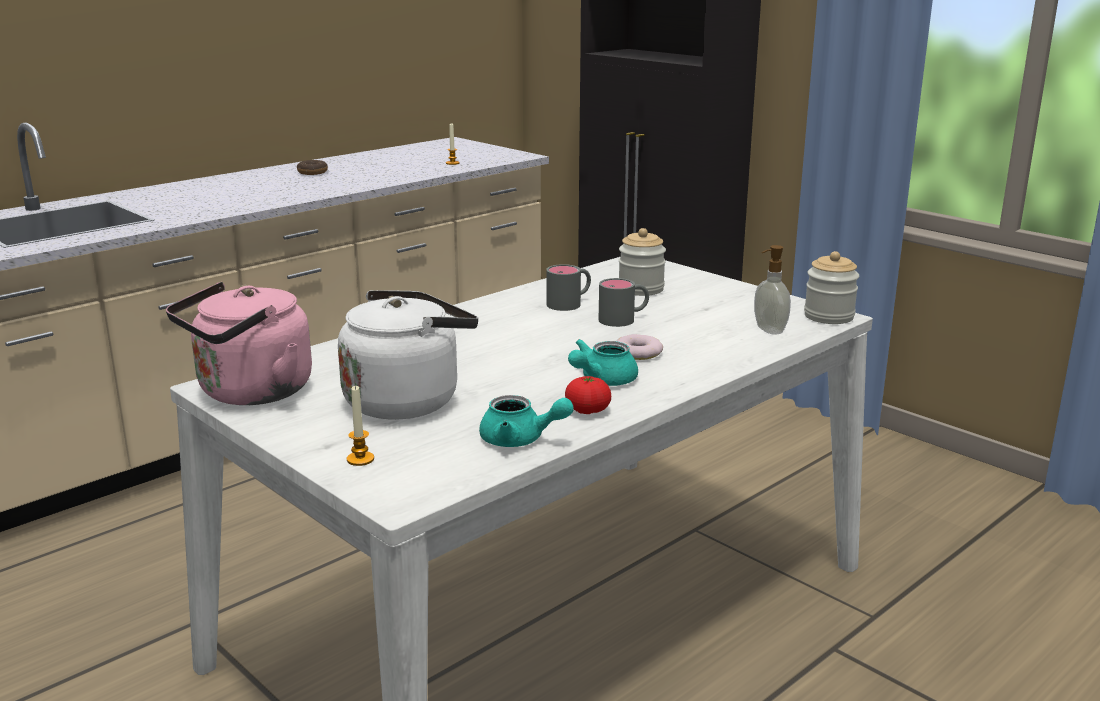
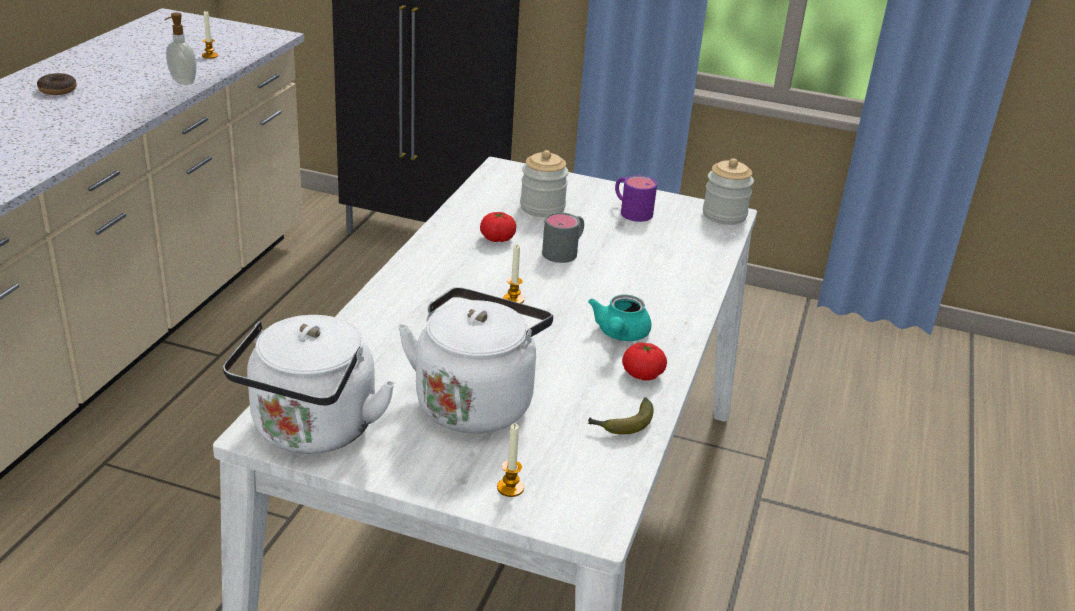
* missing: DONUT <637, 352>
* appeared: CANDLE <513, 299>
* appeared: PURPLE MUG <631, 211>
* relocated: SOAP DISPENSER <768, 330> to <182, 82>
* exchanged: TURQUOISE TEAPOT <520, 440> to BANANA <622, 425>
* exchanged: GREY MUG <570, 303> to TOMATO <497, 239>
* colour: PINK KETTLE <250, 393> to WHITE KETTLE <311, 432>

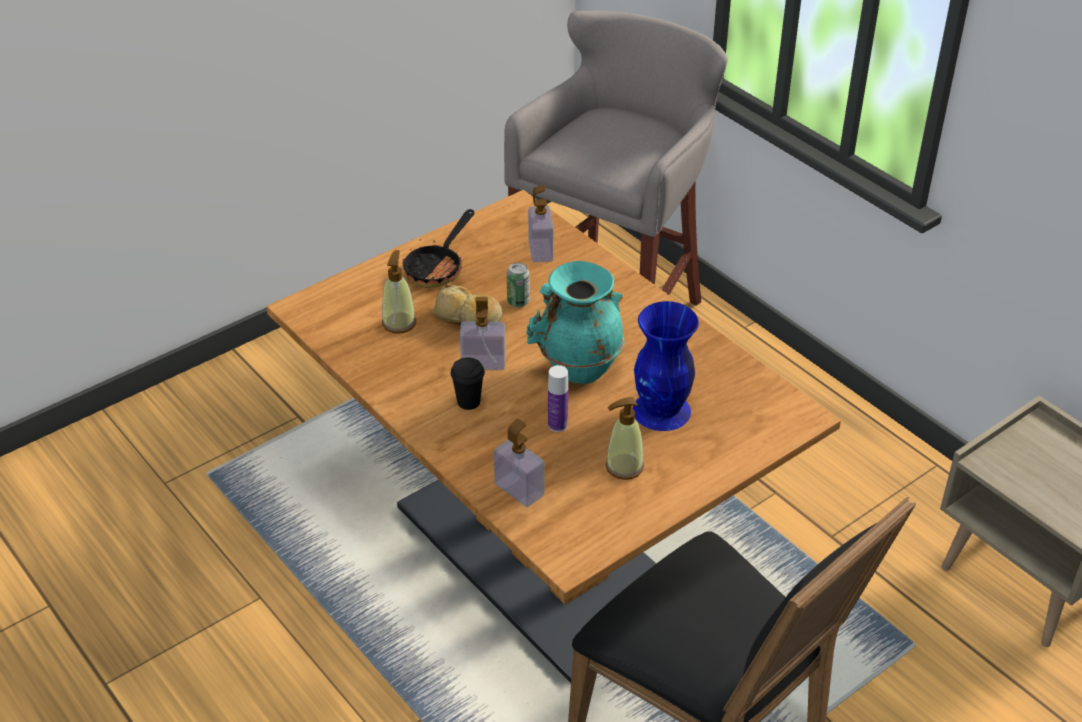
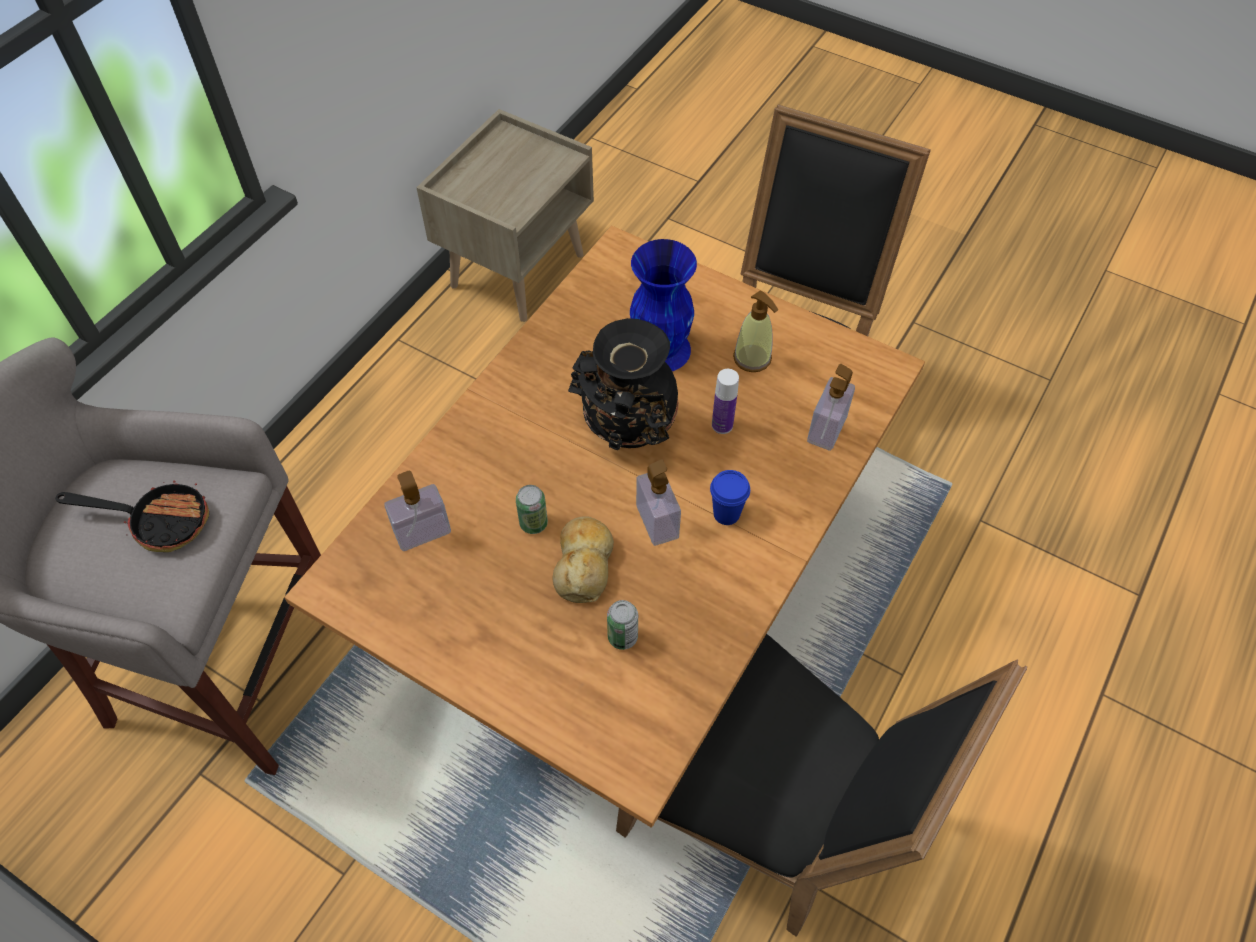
* appeared: BLACK CHAIR <763, 818>
* relocated: FRYING PAN <438, 267> to <159, 521>
* exchanged: SOAP DISPENSER <399, 323> to CAN <622, 637>
* colour: BLACK CUP <468, 402> to BLUE CUP <726, 514>
* colour: TURQUOISE VASE <578, 368> to BLACK VASE <627, 432>

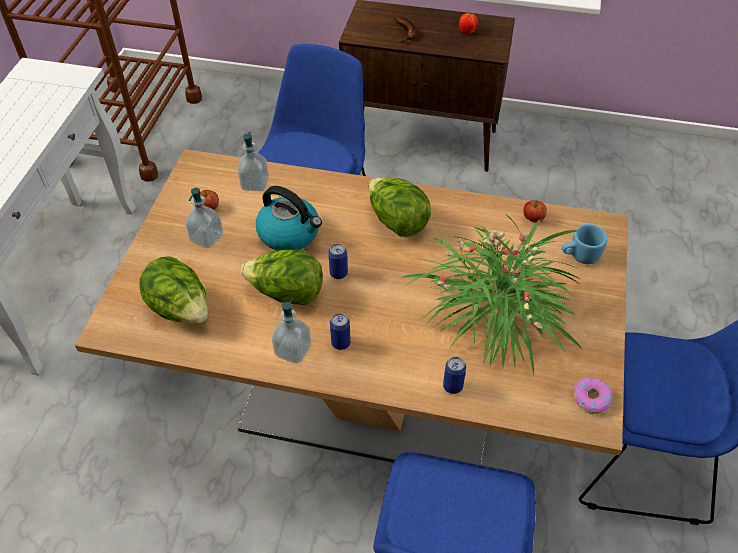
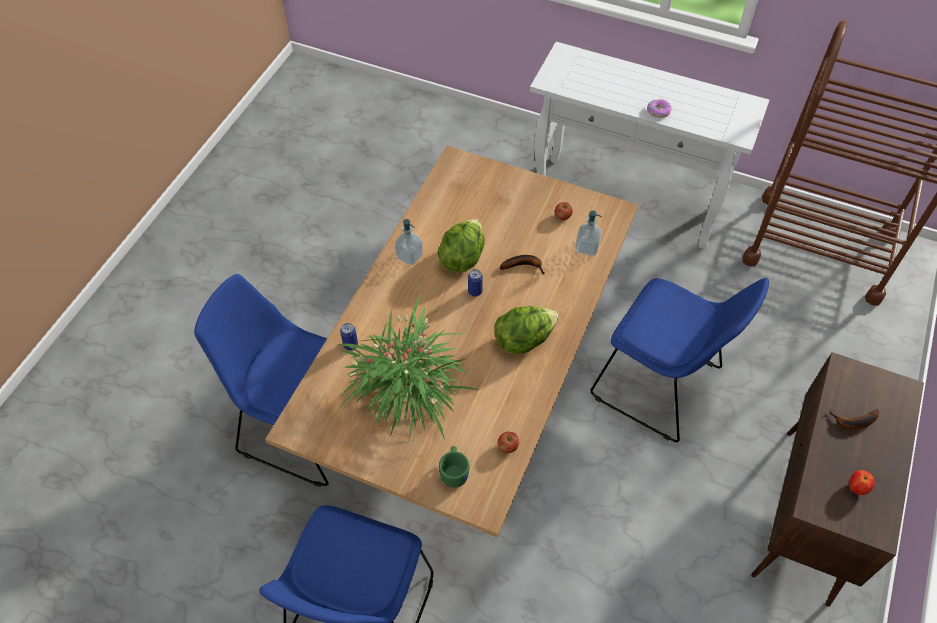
* missing: LETTUCE <181, 309>
* missing: SOAP DISPENSER <206, 238>
* missing: CAN <341, 343>
* relocated: DONUT <591, 398> to <658, 111>
* exchanged: KETTLE <290, 234> to BANANA <524, 265>
* colour: BLUE MUG <579, 256> to GREEN MUG <454, 472>

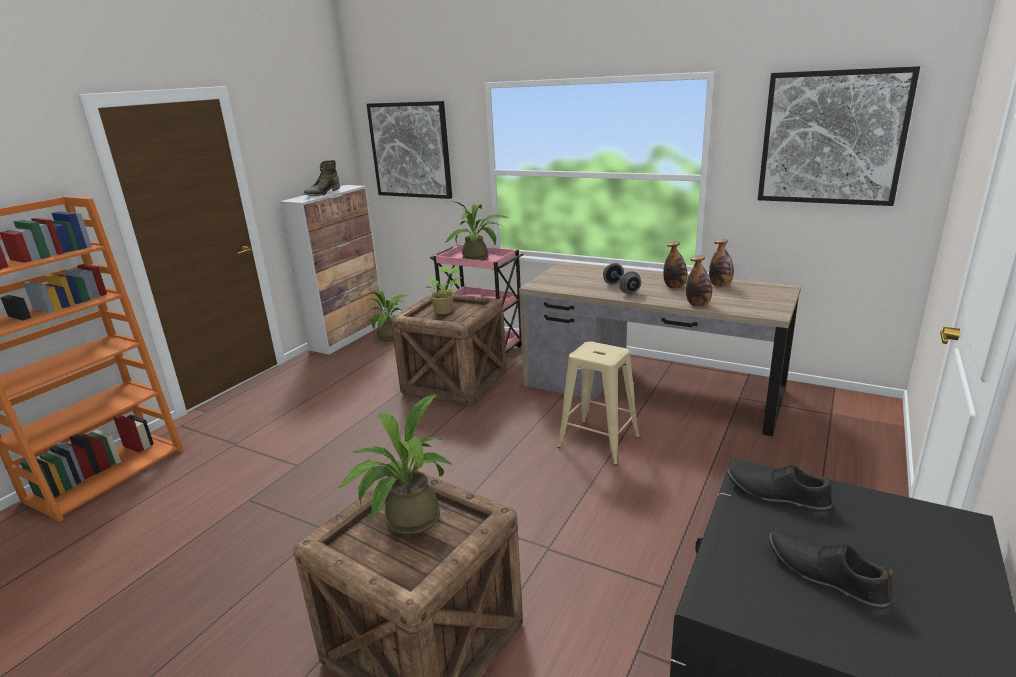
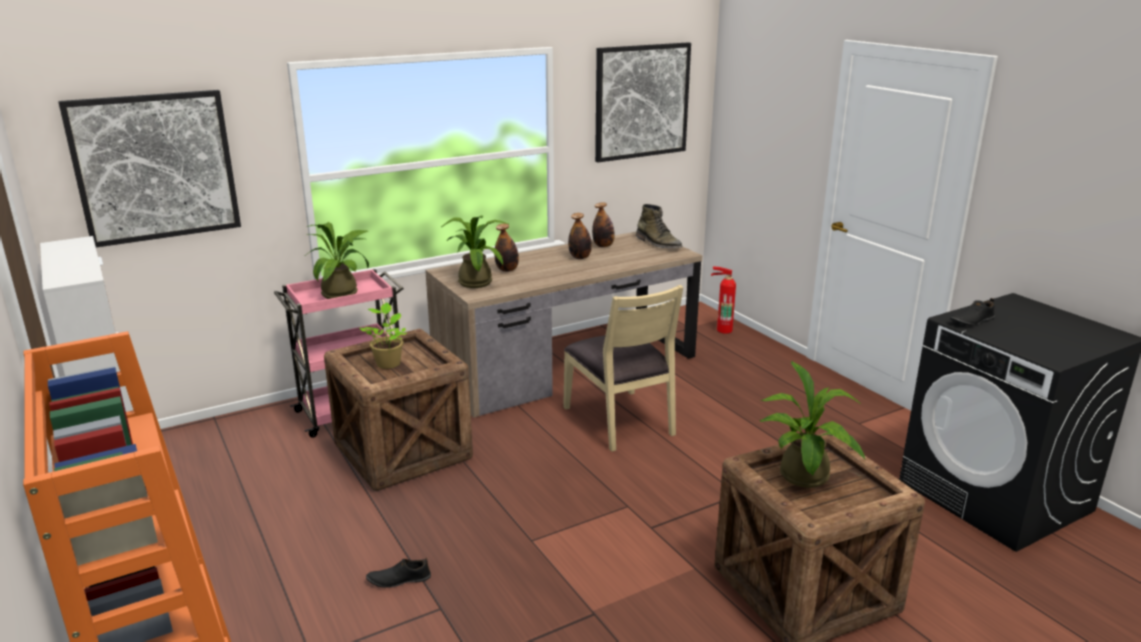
* missing: GREY DUMBBELL <621, 289>
* appeared: FIRE EXTINGUISHER <723, 329>
* relocated: GREEN BOOT <322, 193> to <658, 243>
* relocated: POTTED PLANT <392, 336> to <475, 281>
* relocated: BOTTLE <698, 305> to <507, 270>
* relocated: BLACK SHOE <824, 574> to <399, 579>
* exchanged: BEIGE STOOL <599, 442> to BEIGE CHAIR <620, 420>

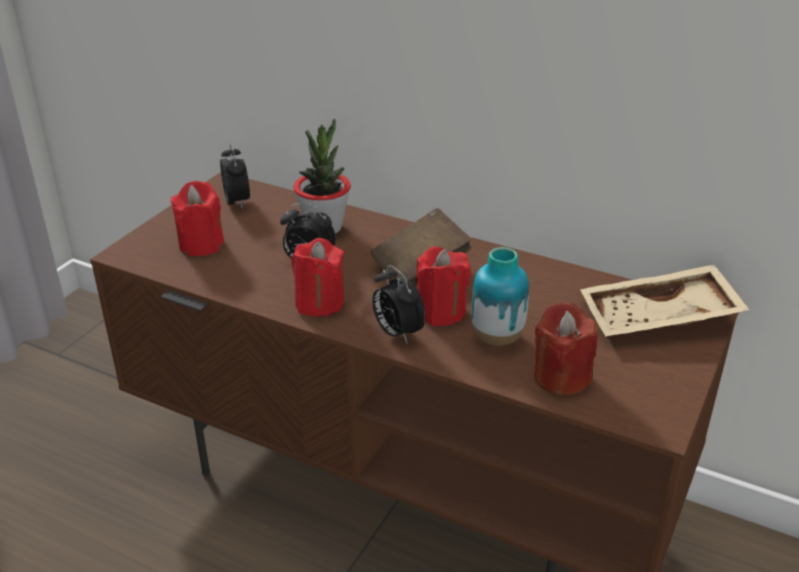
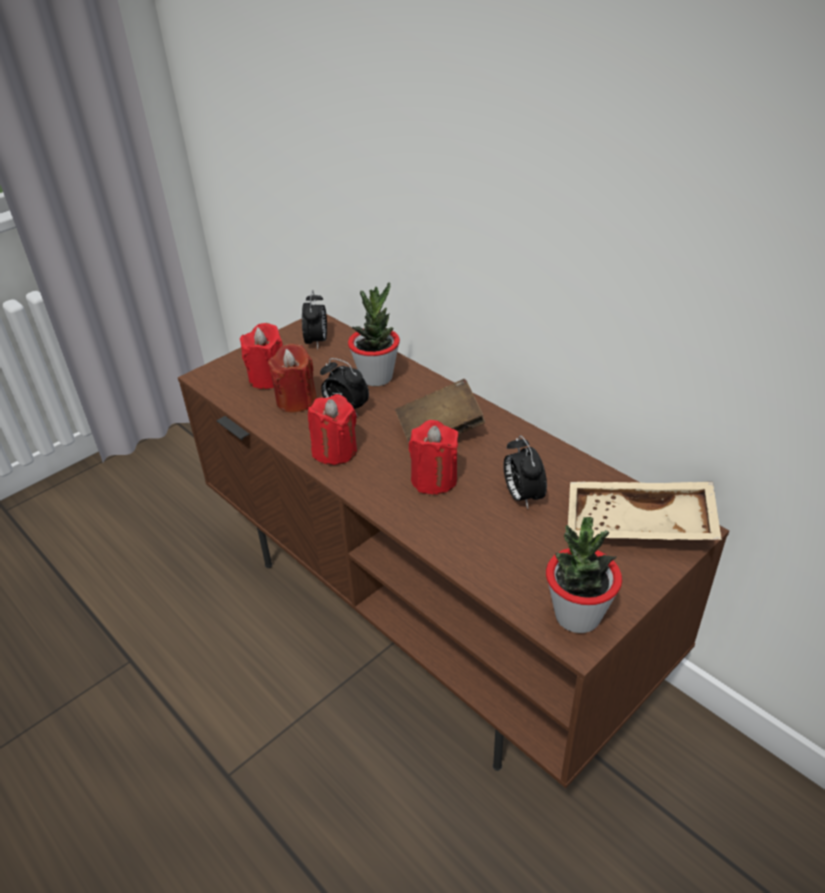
* missing: VASE <497, 337>
* appeared: POTTED PLANT <577, 616>
* relocated: ALARM CLOCK <397, 333> to <522, 496>
* relocated: RED CANDLE <561, 377> to <296, 400>

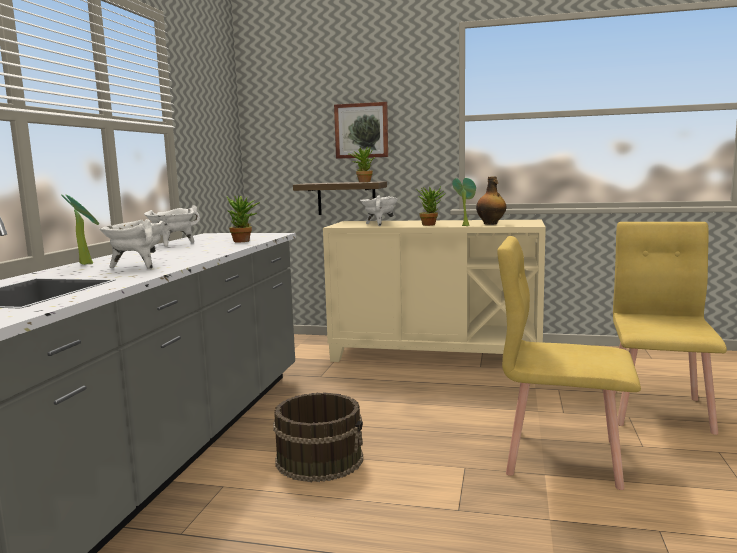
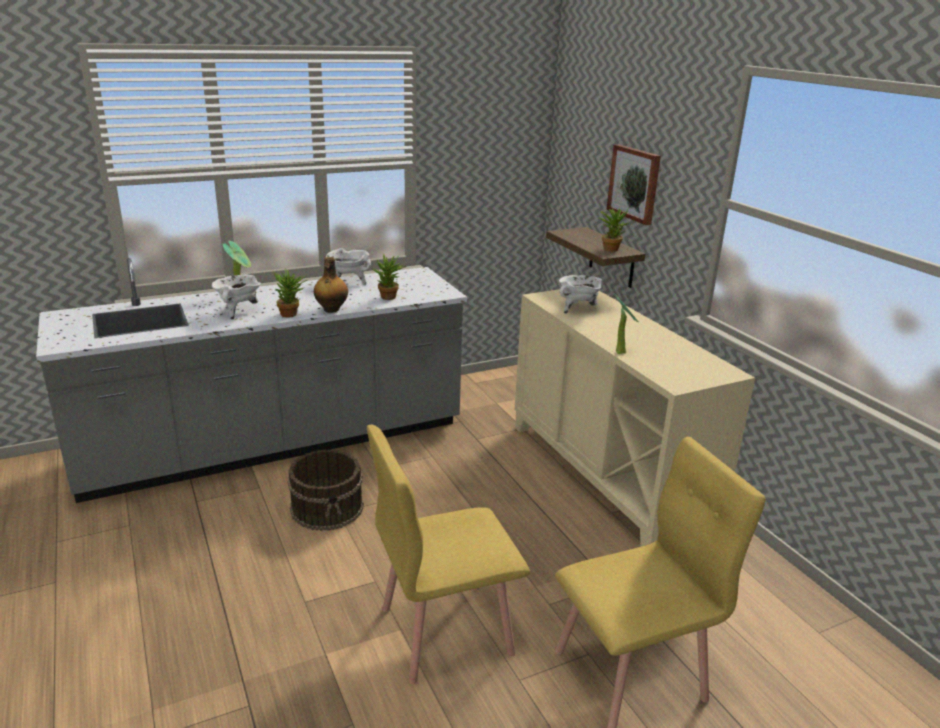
* relocated: POTTED PLANT <430, 224> to <292, 315>
* relocated: BOTTLE <491, 224> to <331, 310>
* spun: YELLOW CHAIR <561, 456> = <444, 630> 90 degrees counterclockwise

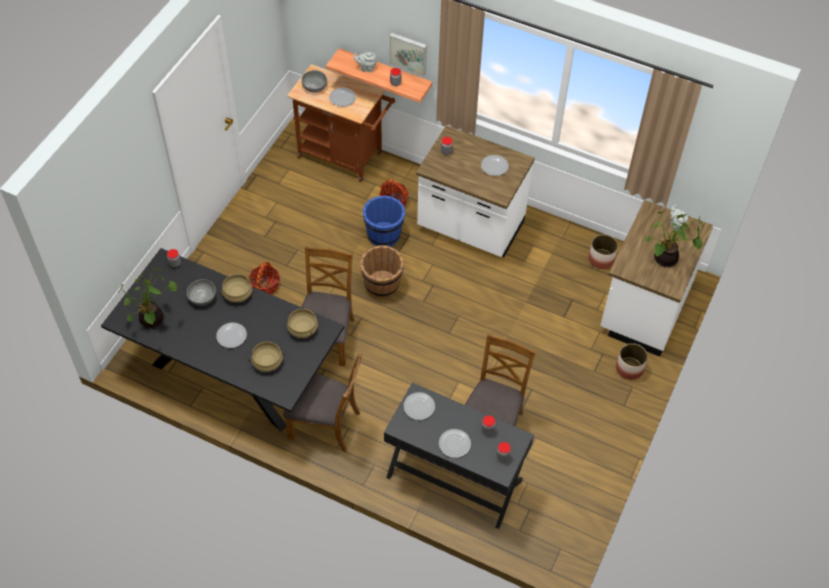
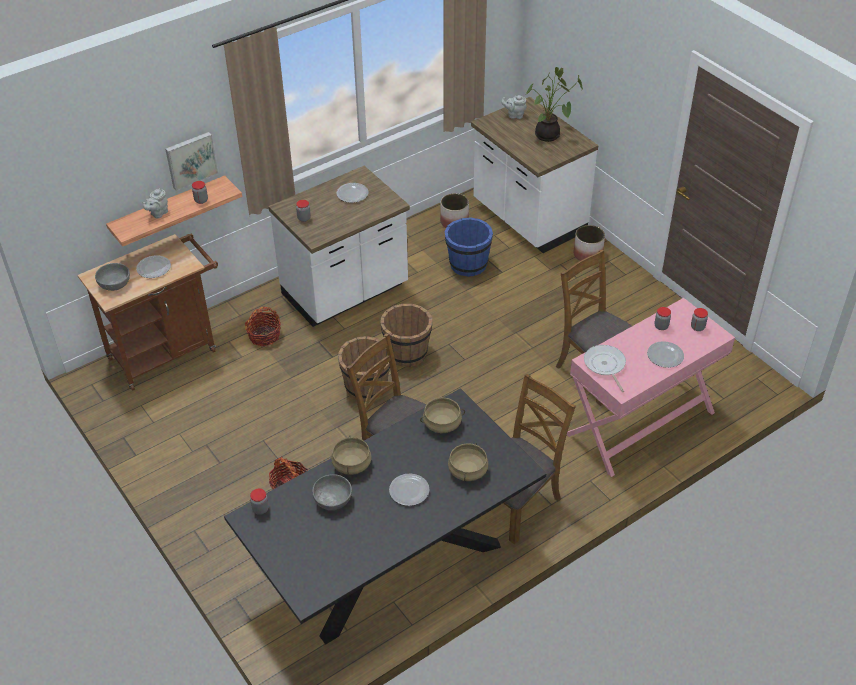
* missing: POTTED PLANT <153, 321>
* appeared: BROWN BUCKET <407, 353>
* relocated: BLUE BUCKET <384, 234> to <468, 264>
* exchanged: PLATE <418, 406> to FRYING PAN <605, 365>
* colour: BLACK DESK <454, 478> to PINK DESK <641, 423>

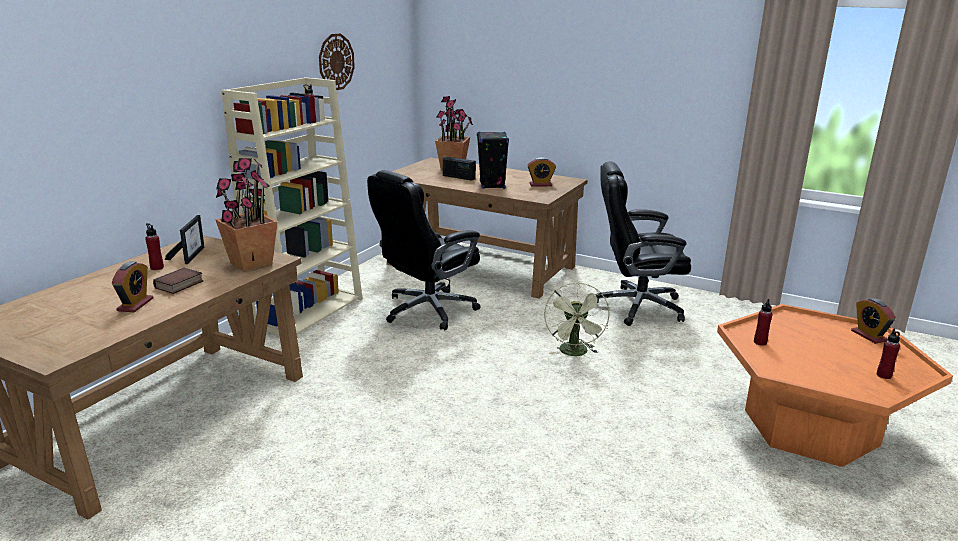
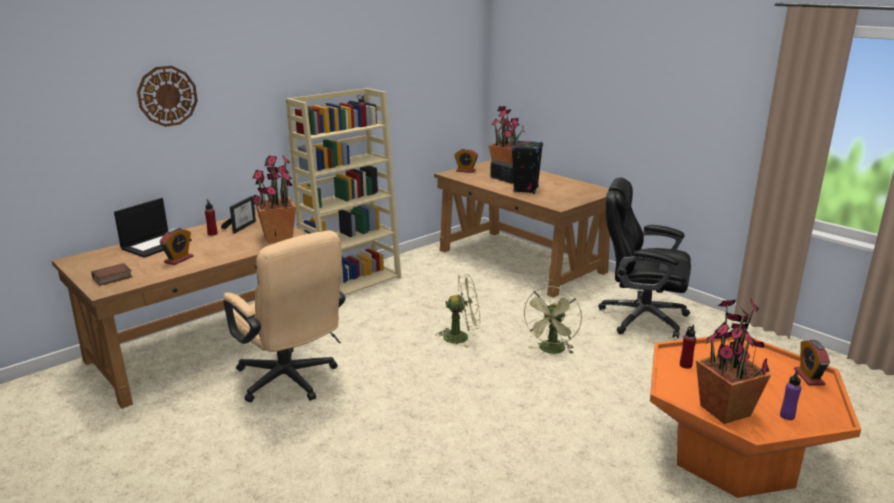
* missing: BLACK OFFICE CHAIR <427, 310>
* appeared: LAPTOP <156, 244>
* appeared: BEIGE OFFICE CHAIR <291, 382>
* appeared: GREEN FAN <461, 337>
* appeared: POTTED PLANT <724, 411>
* relocated: BOOK <179, 285> to <112, 278>
* relocated: WALL CLOCK <336, 62> to <167, 96>
* relocated: ALARM CLOCK <540, 184> to <466, 171>
* colour: RED BOTTLE <884, 375> to PURPLE BOTTLE <787, 416>

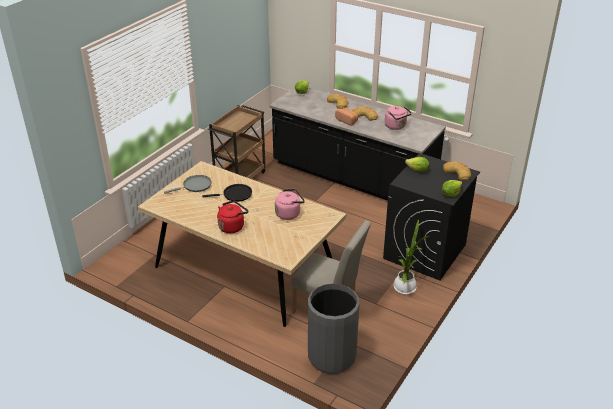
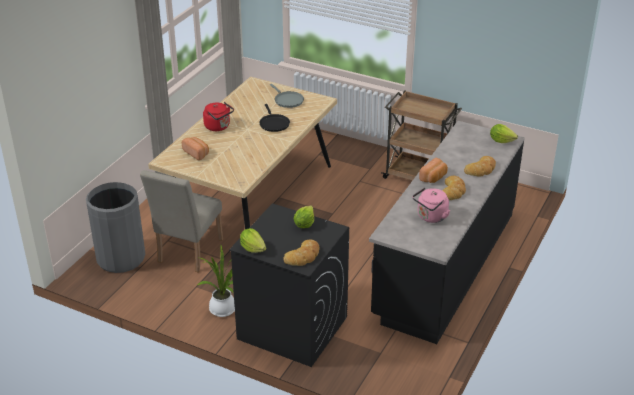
* missing: PINK KETTLE <289, 213>
* appeared: BREAD <197, 153>

